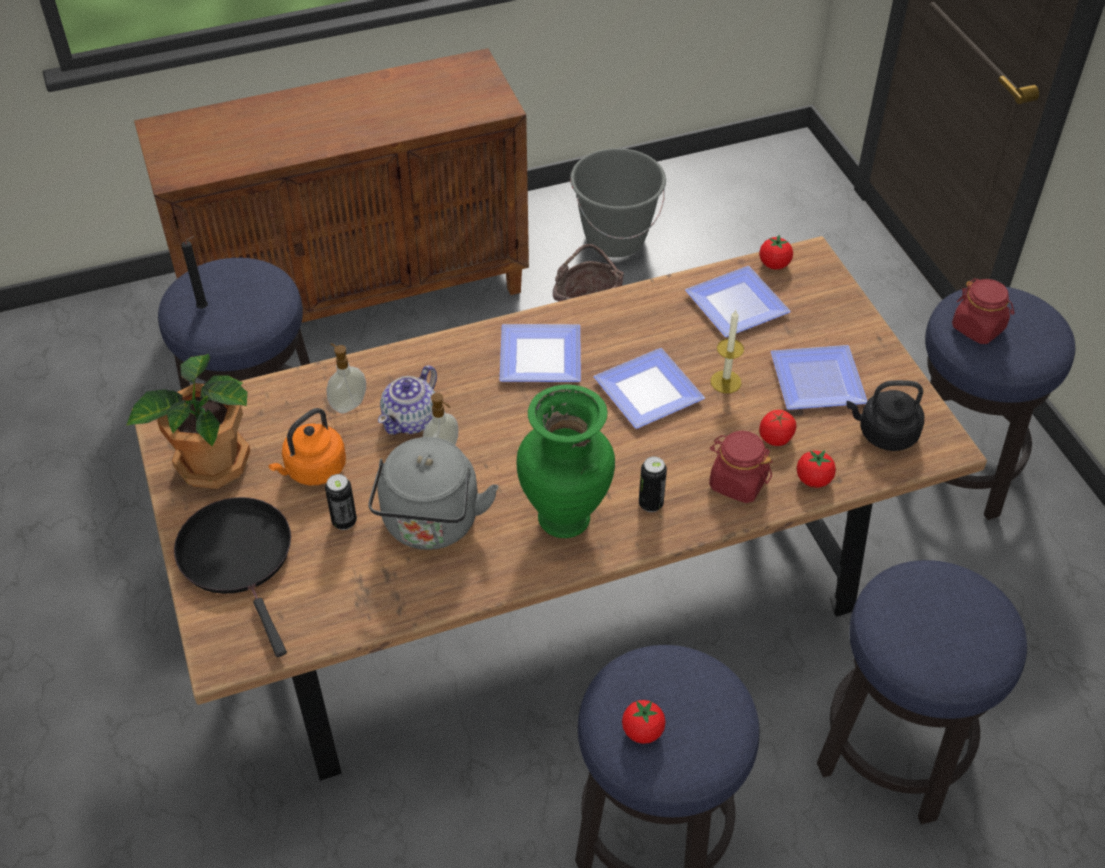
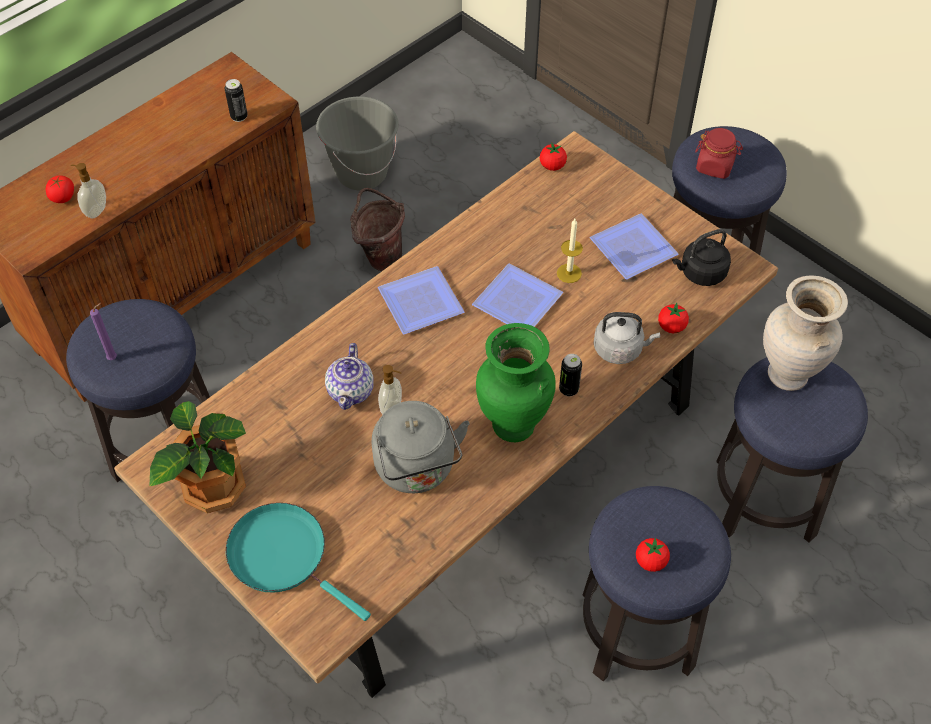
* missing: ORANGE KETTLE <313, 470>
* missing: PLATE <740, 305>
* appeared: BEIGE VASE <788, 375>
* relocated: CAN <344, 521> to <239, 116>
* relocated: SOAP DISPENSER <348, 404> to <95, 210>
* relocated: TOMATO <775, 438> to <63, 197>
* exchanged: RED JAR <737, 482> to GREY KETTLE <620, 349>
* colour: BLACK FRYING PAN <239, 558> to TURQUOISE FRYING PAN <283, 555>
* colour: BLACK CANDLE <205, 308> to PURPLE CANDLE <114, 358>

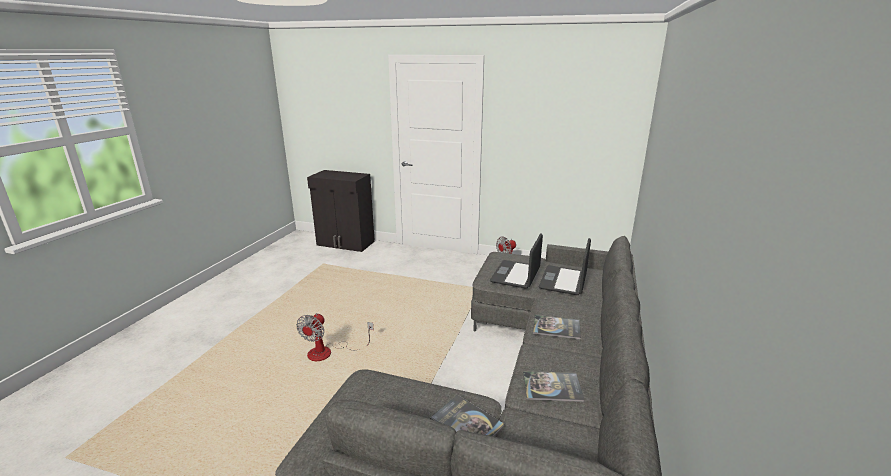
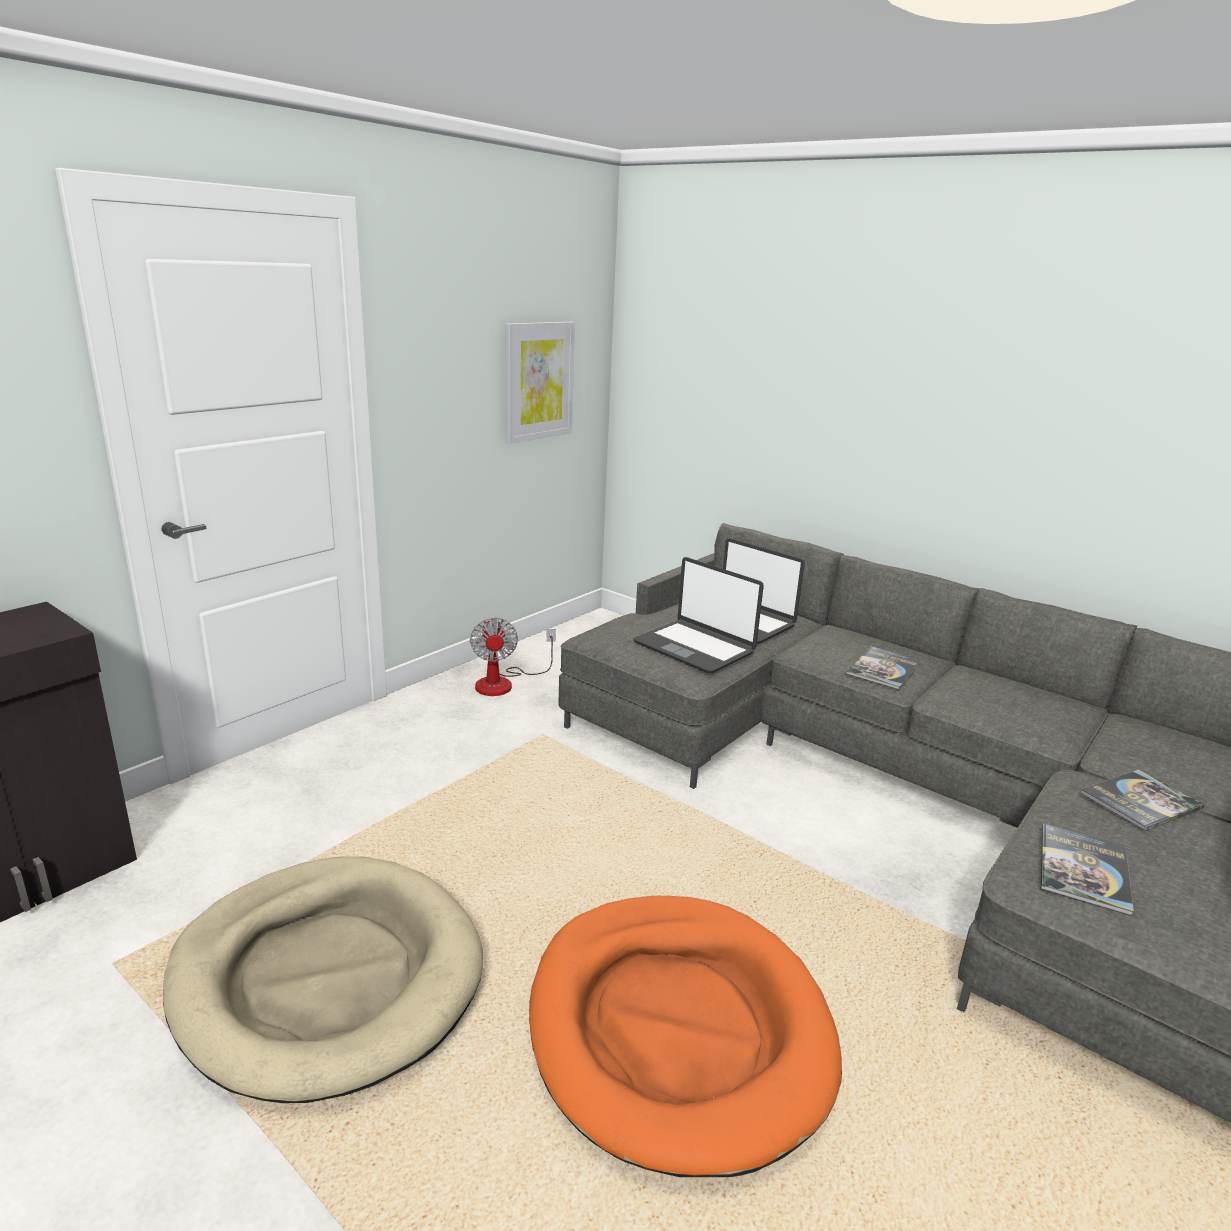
* appeared: BEIGE DOG BED <328, 977>
* appeared: PICTURE <538, 381>
* relocated: BOOK <552, 387> to <1083, 869>
* exchanged: FAN <328, 352> to ORANGE DOG BED <678, 1029>

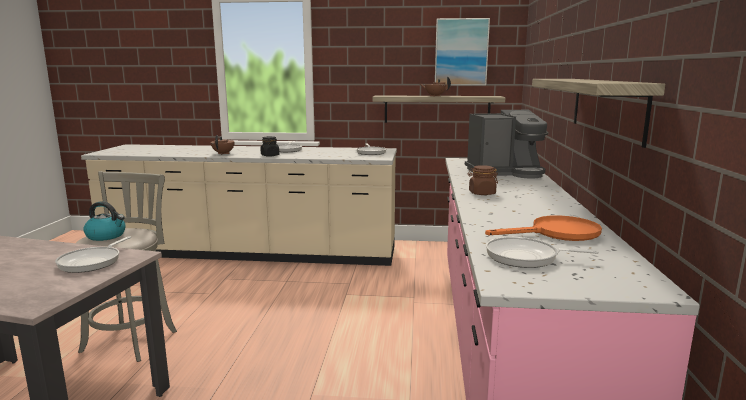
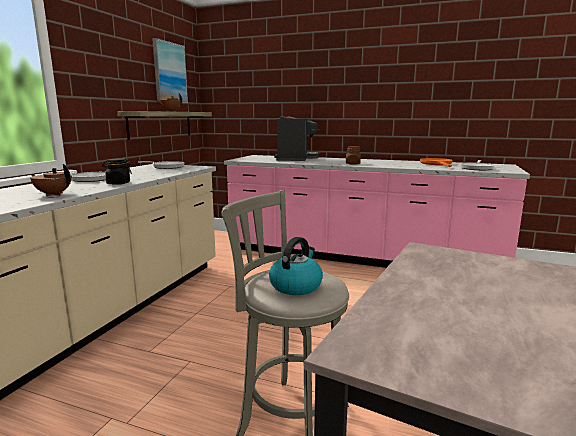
* missing: FRYING PAN <93, 262>
* missing: SHELF <606, 107>

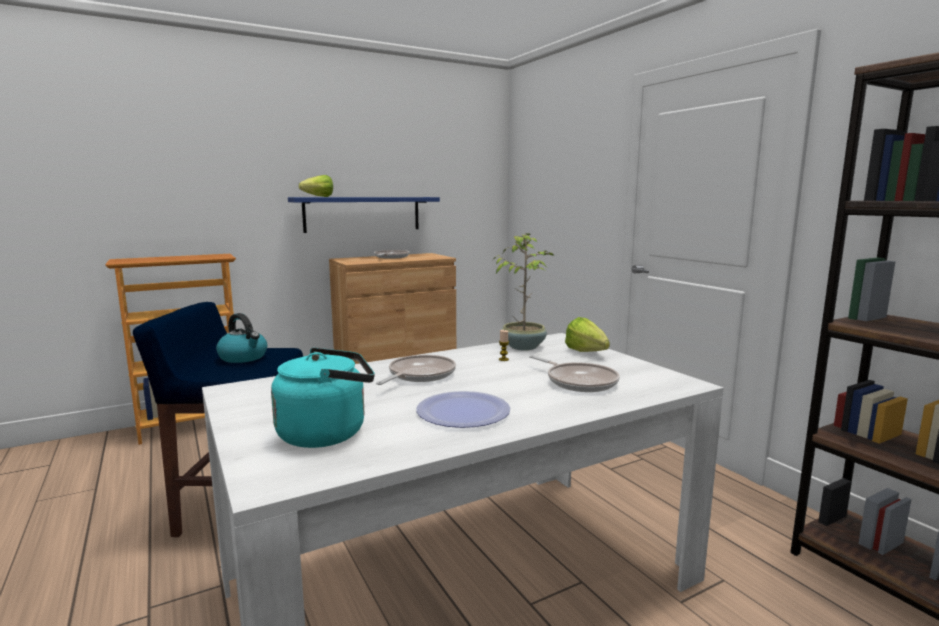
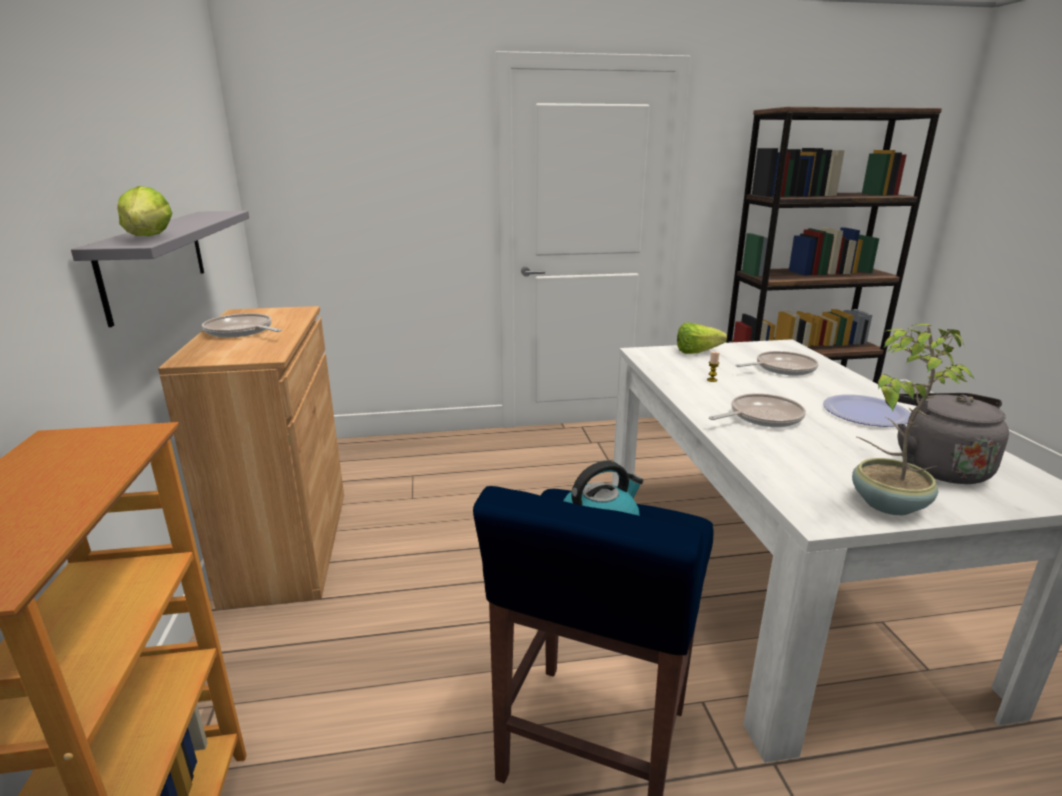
* relocated: POTTED PLANT <523, 346> to <886, 503>
* colour: TURQUOISE KETTLE <327, 433> to GREY KETTLE <939, 467>
* colour: BLUE SHELF <363, 214> to GREY SHELF <156, 261>
* spun: FRYING PAN <419, 375> = <762, 417> 105 degrees clockwise

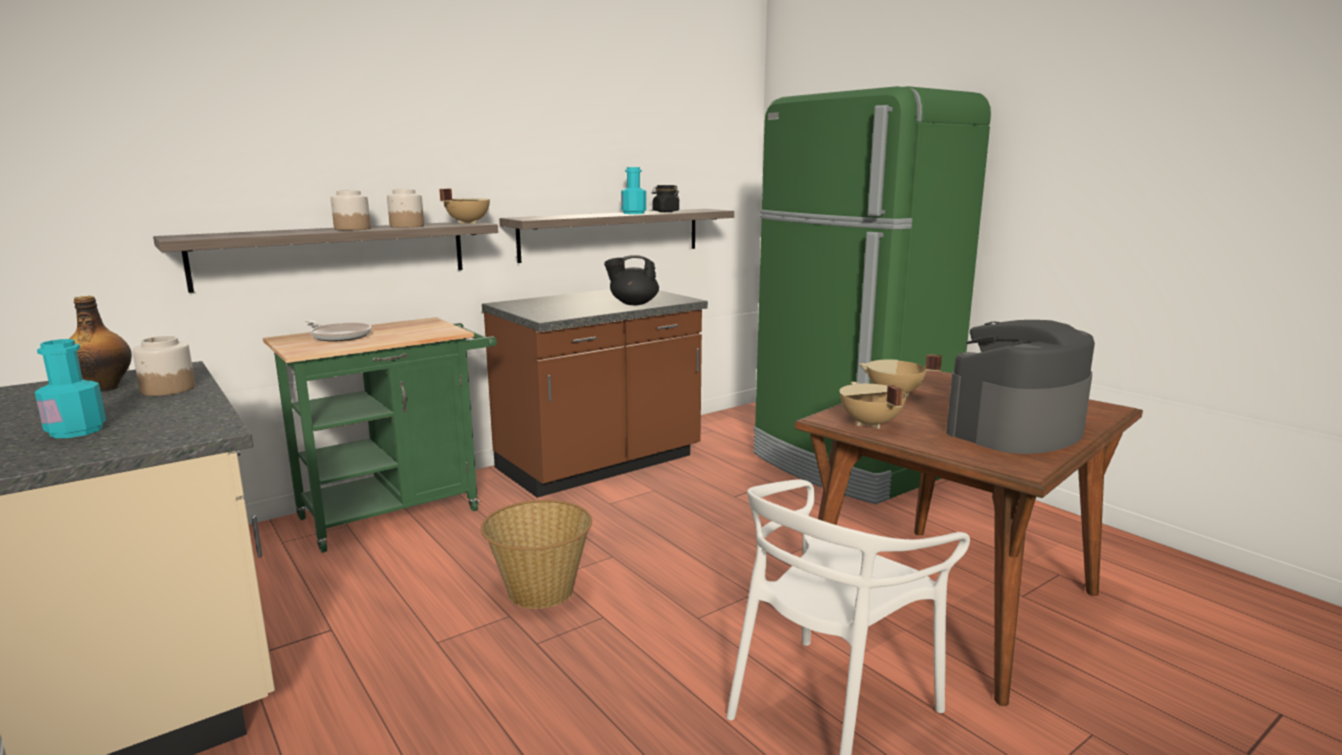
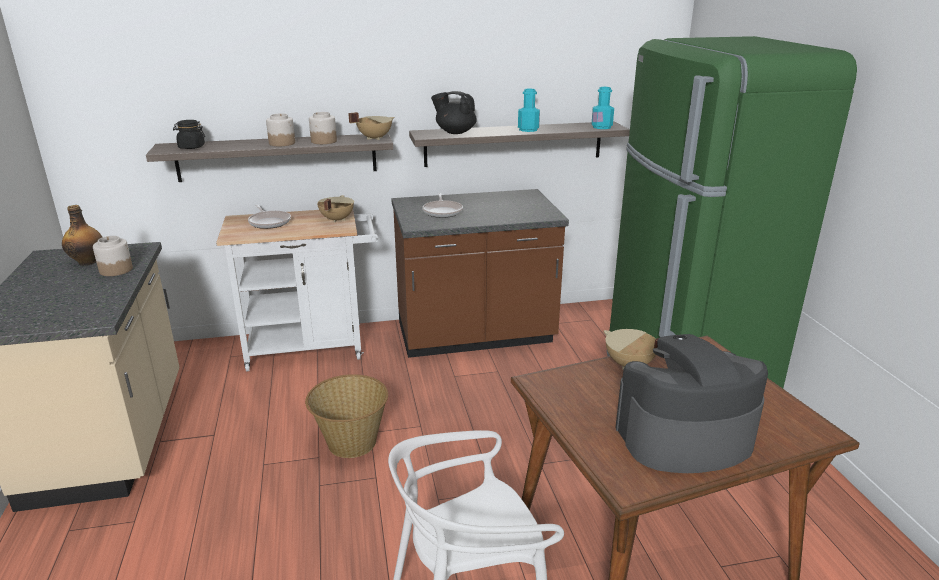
* appeared: FRYING PAN <443, 211>
* relocated: TURQUOISE BOTTLE <76, 431> to <601, 127>
* relocated: BLACK TEAPOT <633, 303> to <455, 132>
* relocated: BLACK JAR <665, 211> to <191, 147>
* relocated: BEIGE COOKING POT <869, 424> to <336, 219>
* colour: GREEN CART <400, 511> to WHITE CART <313, 347>

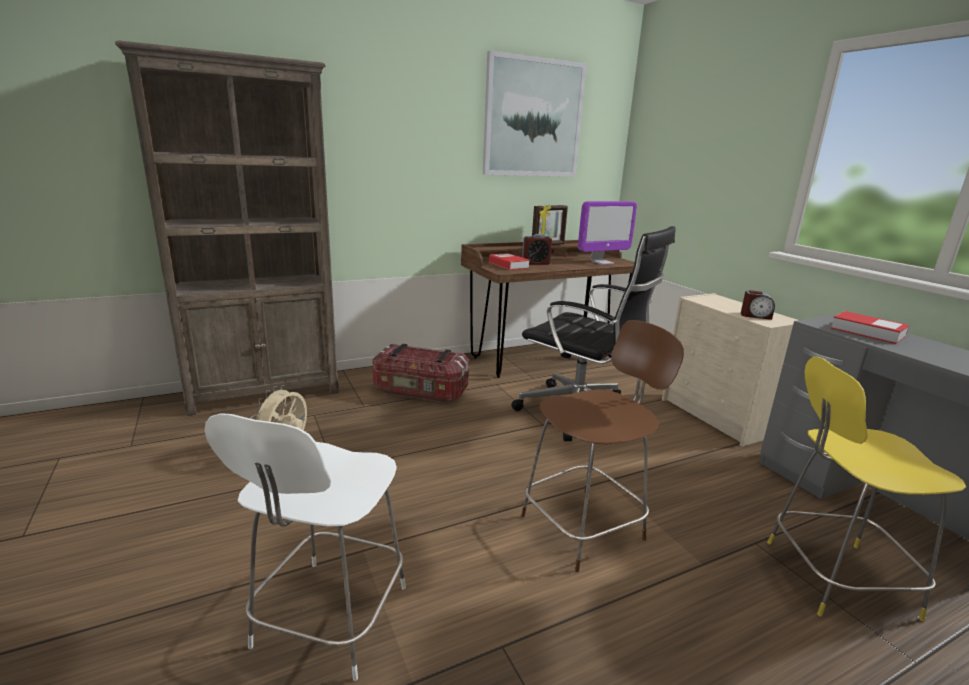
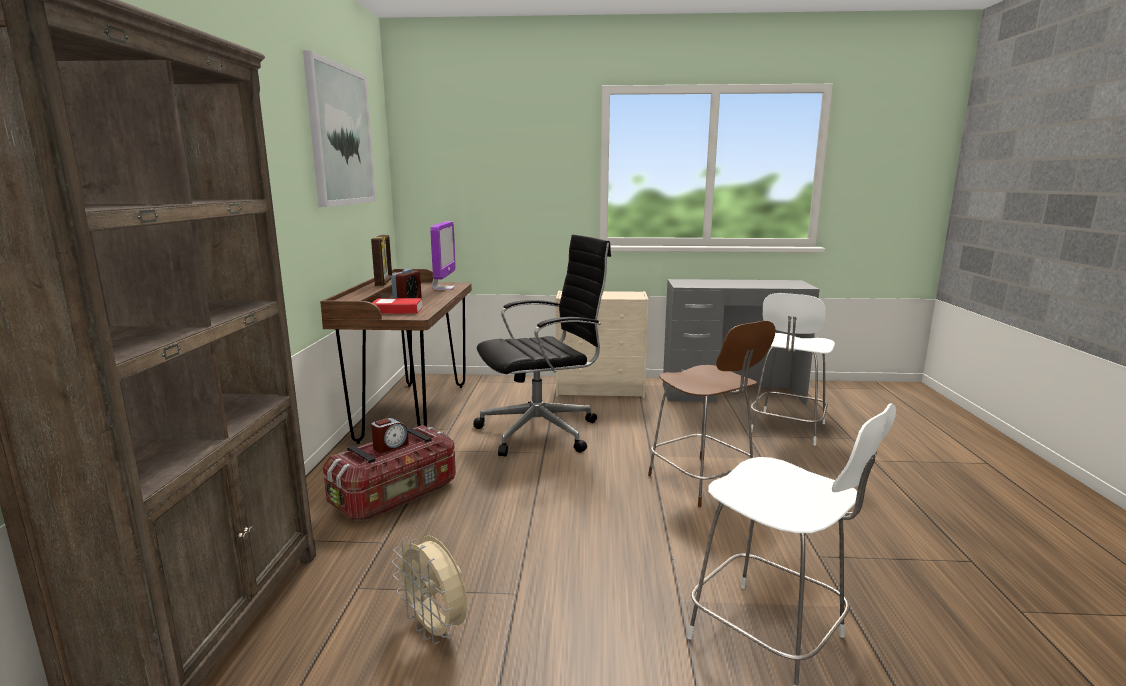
* missing: BOOK <867, 332>
* relocated: ALARM CLOCK <755, 316> to <390, 446>
* colour: YELLOW CHAIR <833, 577> to WHITE CHAIR <787, 429>
* spun: BROWN CHAIR <585, 526> = <703, 482> 150 degrees clockwise

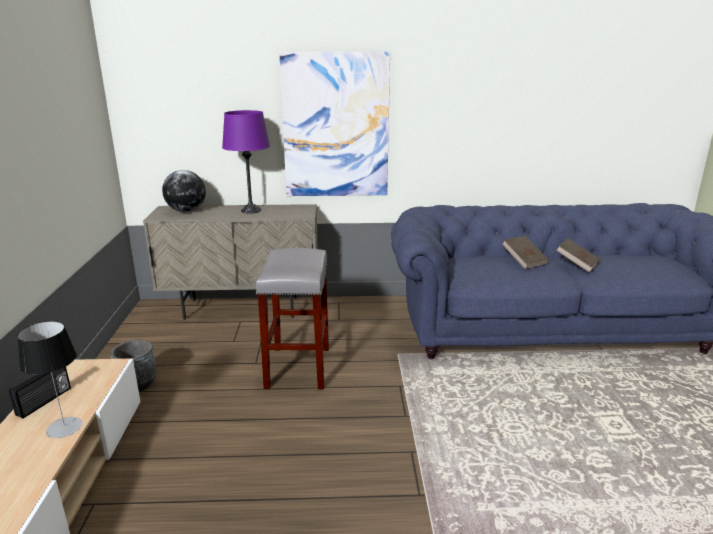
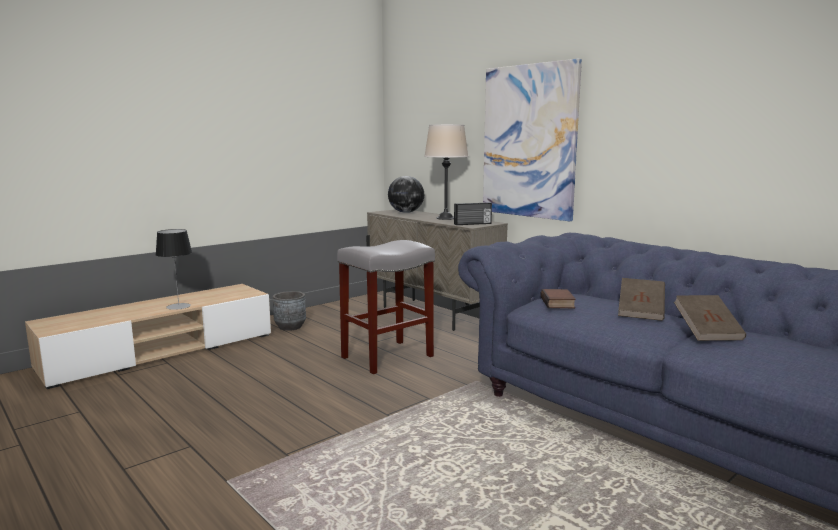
* appeared: BOOK <558, 303>
* relocated: RADIO <45, 402> to <472, 224>
* colour: PURPLE TABLE LAMP <250, 210> to BEIGE TABLE LAMP <445, 218>

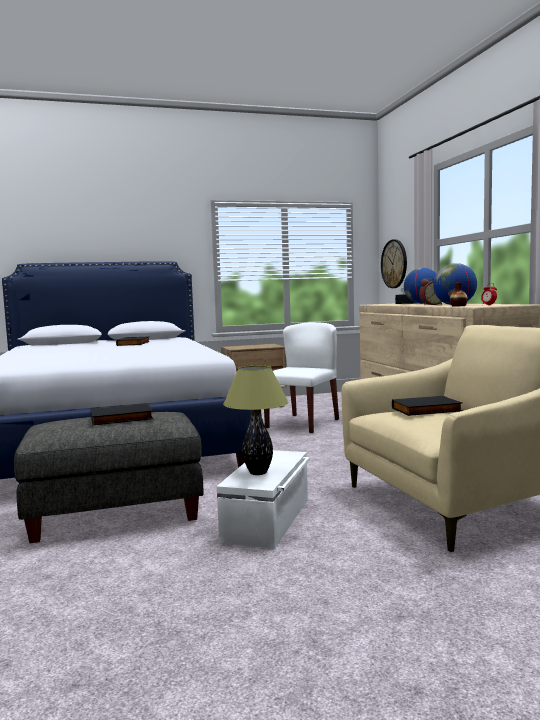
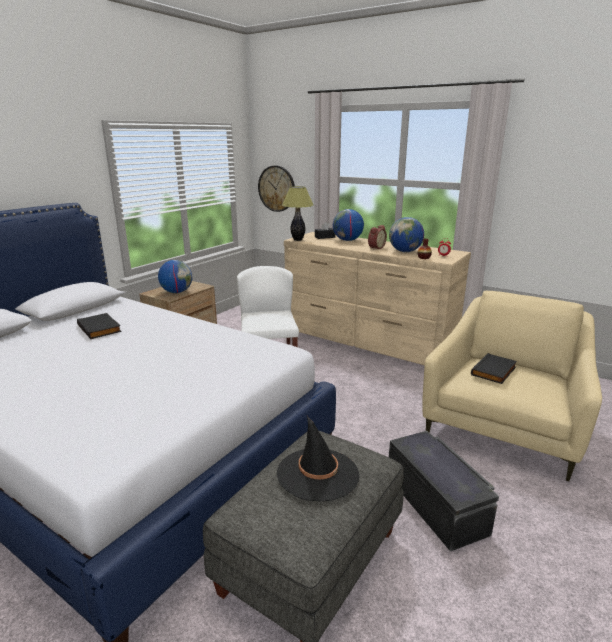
* appeared: GLOBE <177, 292>
* relocated: TABLE LAMP <258, 473> to <298, 240>
* exchanged: BLACK BOOK <121, 419> to BLACK HAT <318, 474>
* colour: WHITE STORAGE BOX <269, 519> to BLACK STORAGE BOX <436, 503>

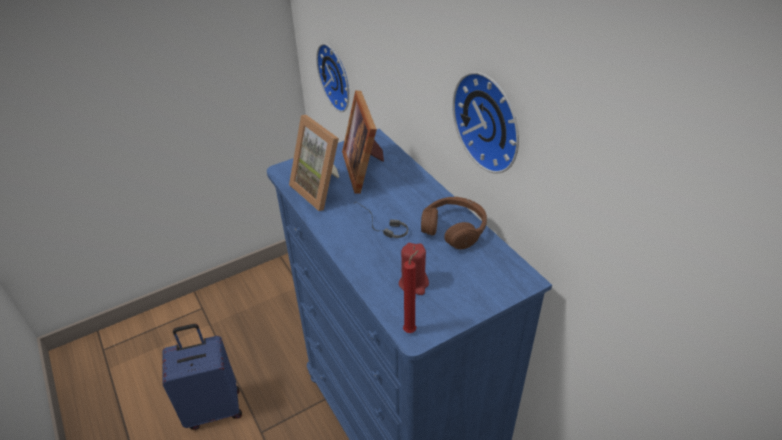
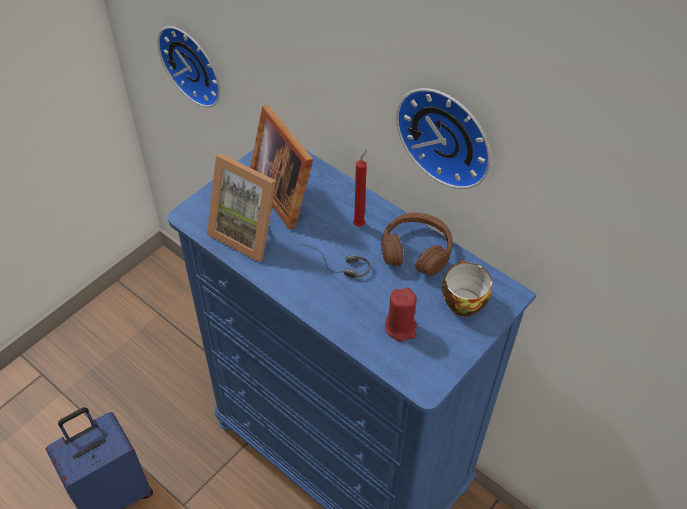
* appeared: CUP <461, 301>
* relocated: RED CANDLE <411, 330> to <360, 224>

